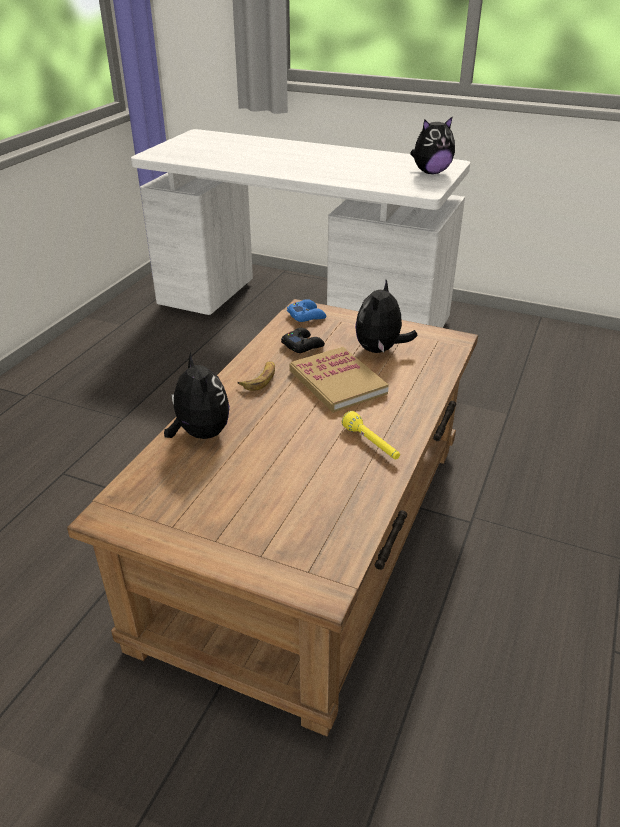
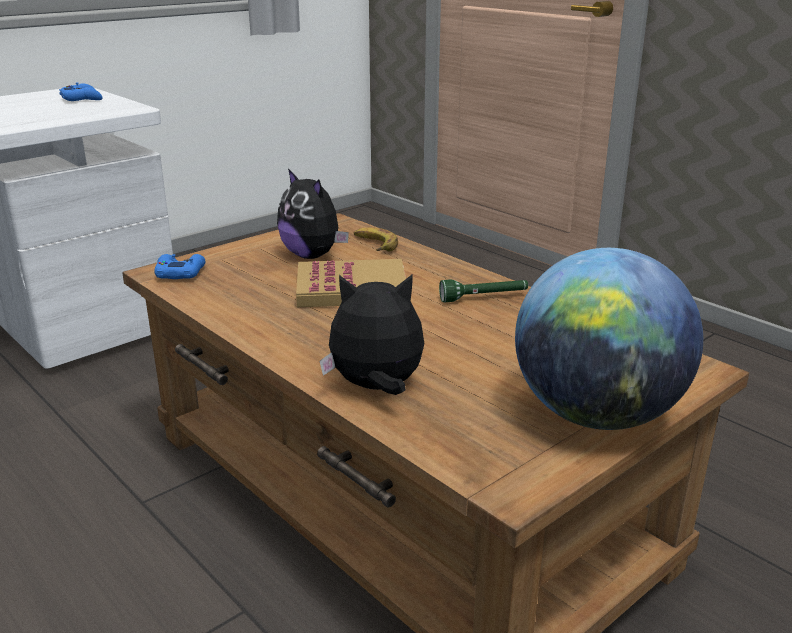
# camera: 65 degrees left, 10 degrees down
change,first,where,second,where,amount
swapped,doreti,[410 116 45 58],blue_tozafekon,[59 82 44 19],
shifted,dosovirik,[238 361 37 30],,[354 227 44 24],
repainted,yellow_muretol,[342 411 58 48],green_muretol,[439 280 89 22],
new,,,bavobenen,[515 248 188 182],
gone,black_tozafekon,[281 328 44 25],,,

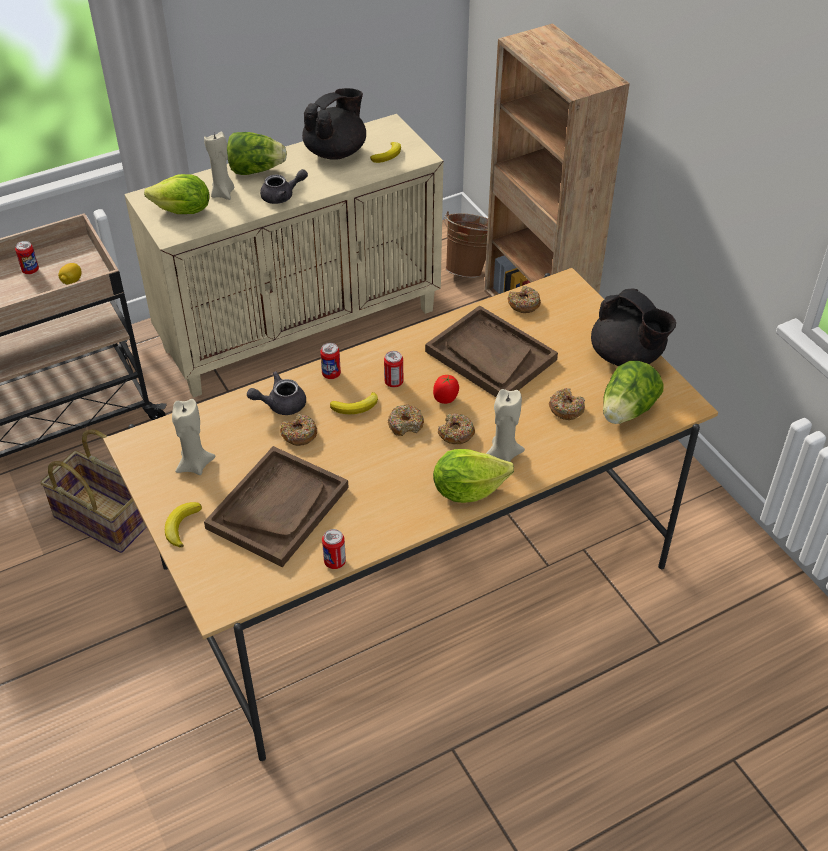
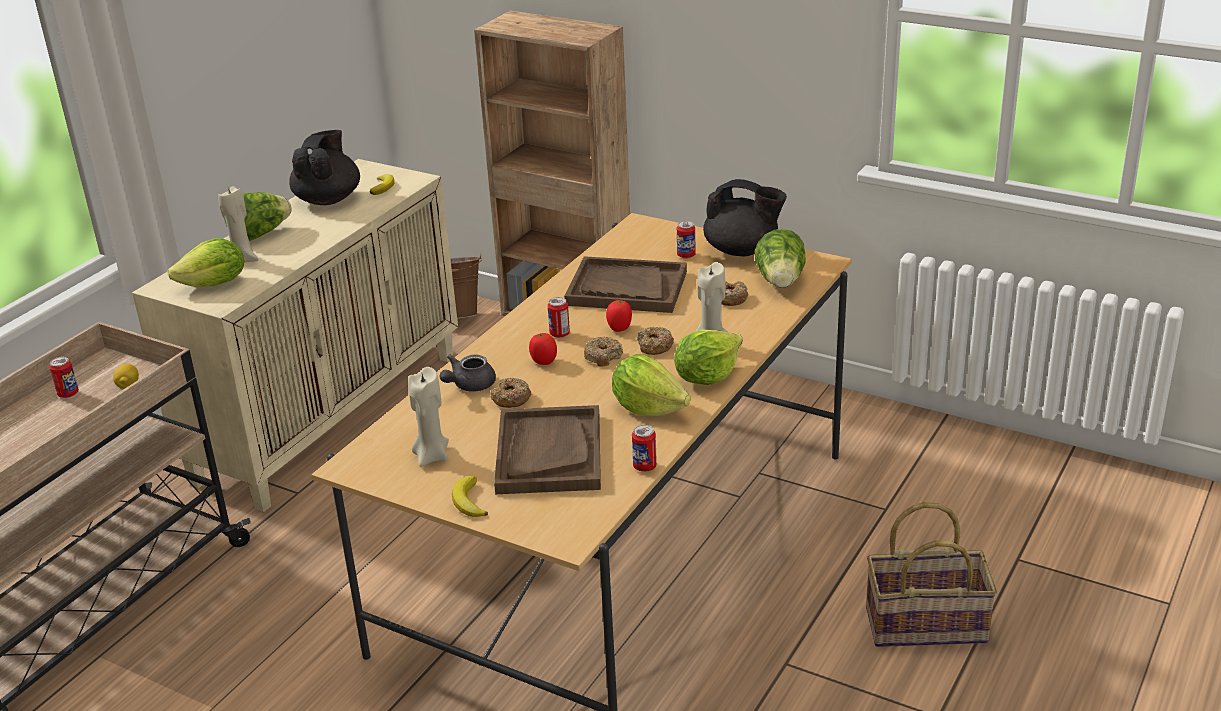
# camera: 30 degrees left, 15 degrees down
change,first,where,second,where,amount
swapped,dosovirik,[330 392 48 22],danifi,[529 333 28 32],
new,,,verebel,[612 354 79 62],
shifted,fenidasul,[320 343 21 36],,[677 221 19 38],
shifted,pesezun,[40 429 107 124],,[866 502 131 145],
gone,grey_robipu,[260 169 48 35],,,
gone,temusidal,[508 286 33 27],,,

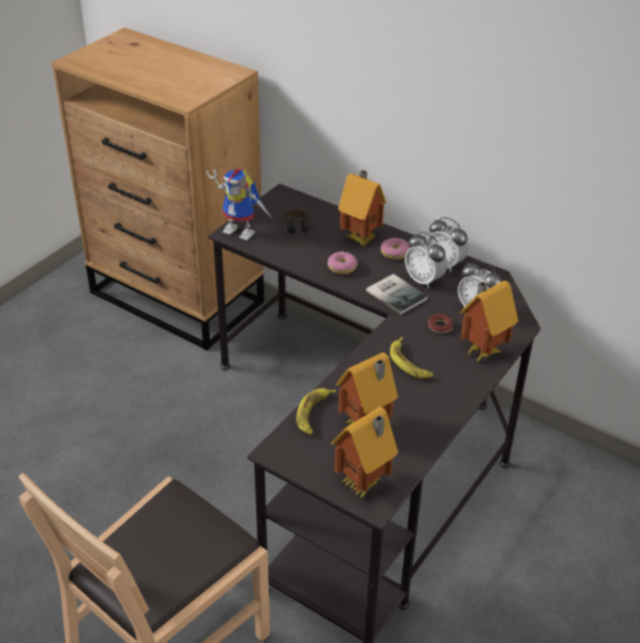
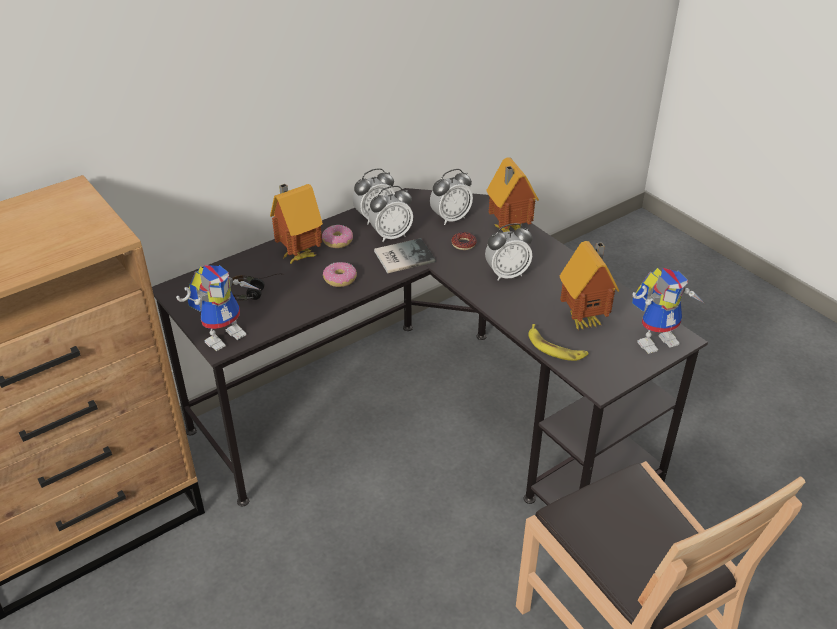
# camera: 70 degrees left, 0 degrees up
change,first,where,second,where,amount
swapped,dosovirik,[390 337 43 42],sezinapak,[485 223 48 58],
swapped,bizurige,[331 407 67 91],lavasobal,[632 268 73 86],

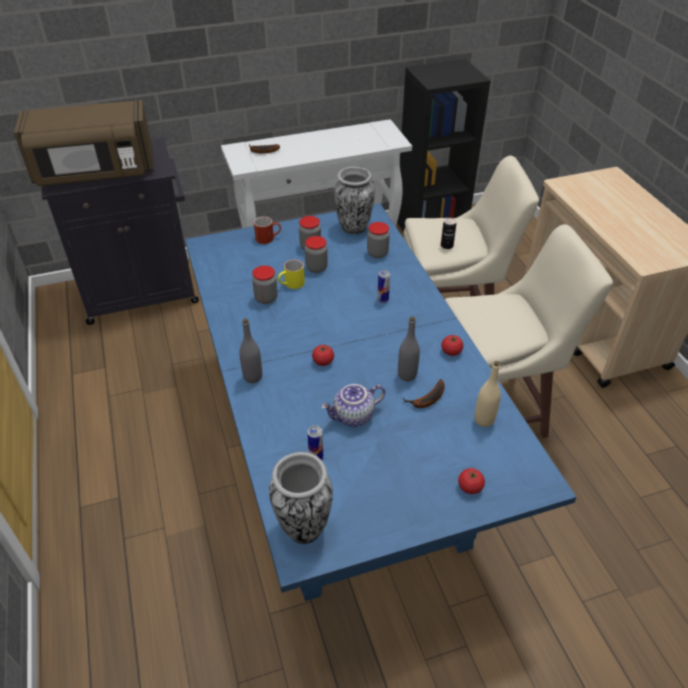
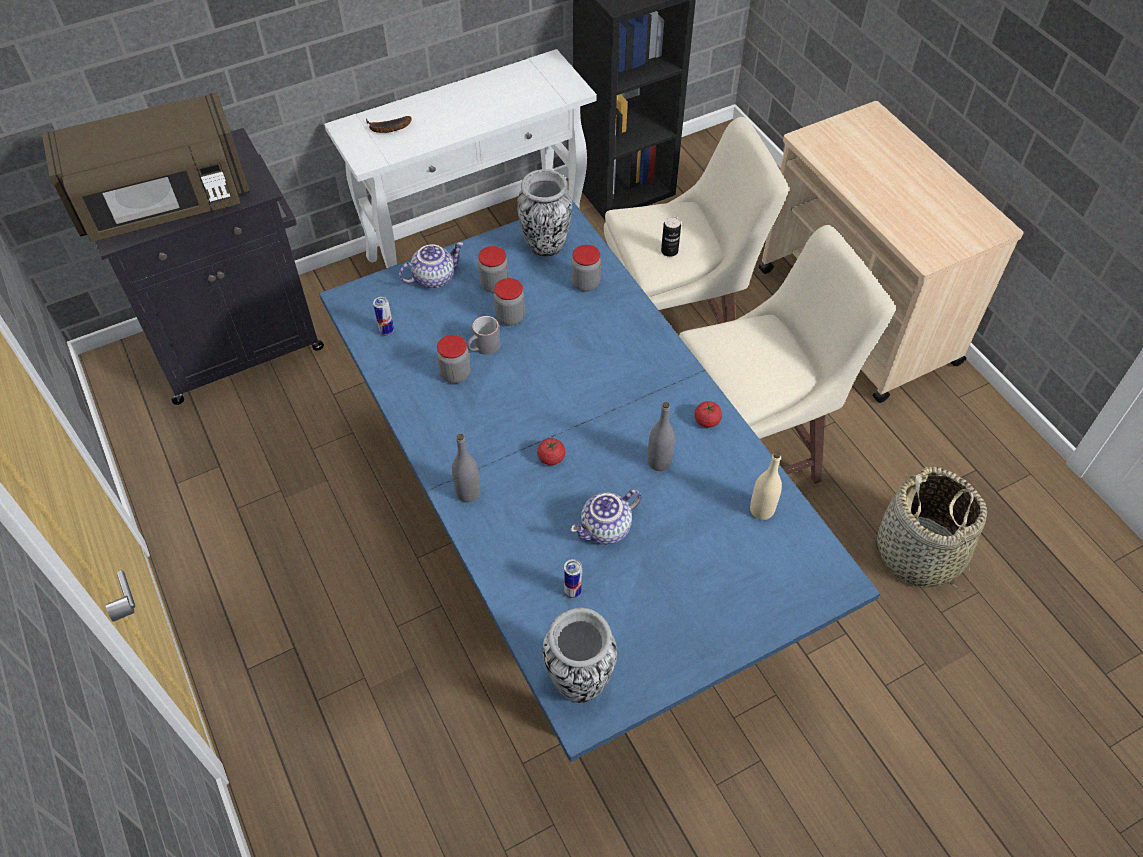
# camera: 10 degrees left, 10 degrees up
change,first,where,second,where,amount
shifted,fenidasul,[377 270 13 33],,[373 297 21 39],
swapped,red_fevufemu,[254 217 27 27],robipu,[399 242 65 46],
repainted,yellow_fevufemu,[278 259 27 30],grey_fevufemu,[467 316 33 39],
new,,,pesezun,[876 466 111 126],
gone,dosovirik,[403 379 42 29],,,
gone,danifi,[458 468 27 26],,,

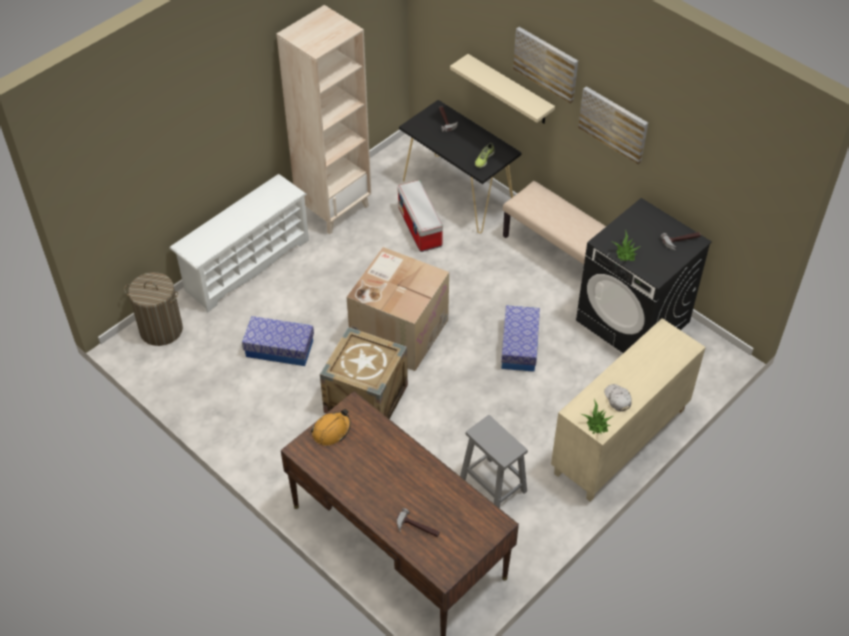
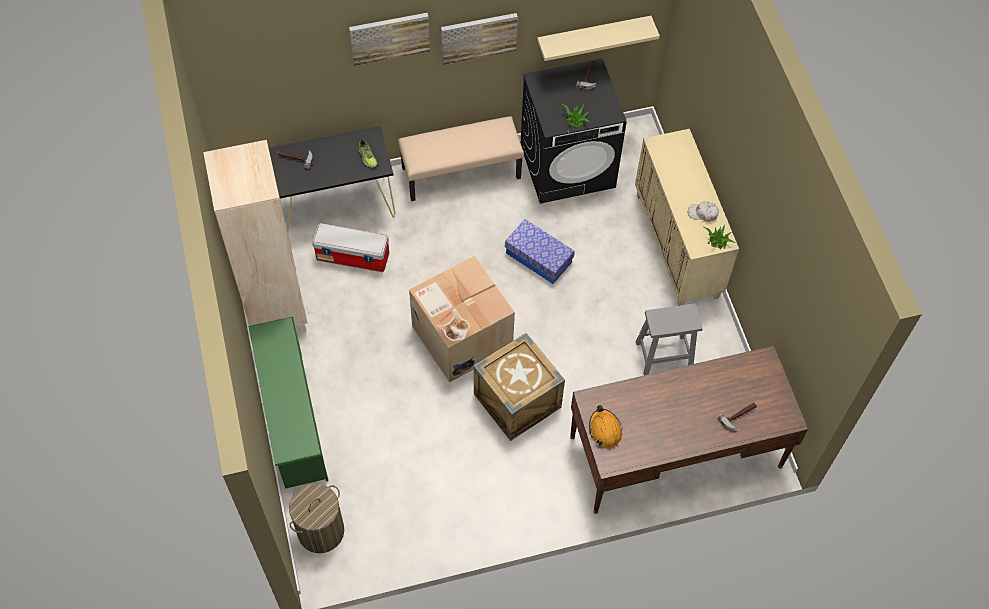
# camera: 60 degrees left, 10 degrees up
change,first,where,second,where,amount
repainted,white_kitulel,[169 174 140 138],green_kitulel,[249 317 79 172],
shifted,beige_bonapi,[450 54 105 69],,[537 16 123 45],
gone,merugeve,[242 316 72 50],,,

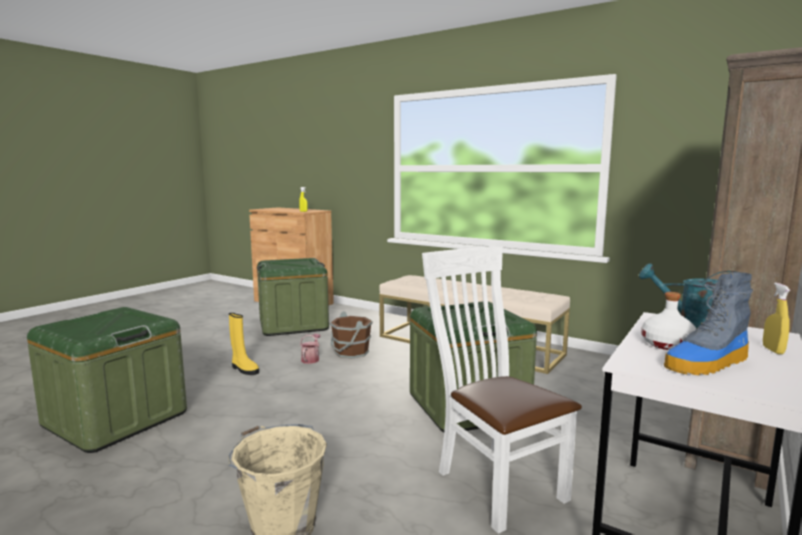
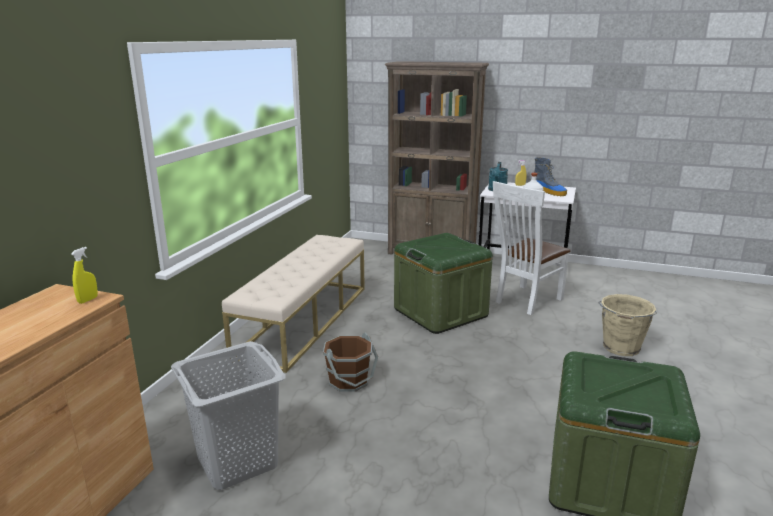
# camera: 105 degrees left, 10 degrees up
change,first,where,second,where,amount
swapped,green_merugeve,[257 258 72 78],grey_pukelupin,[171 341 115 149],
gone,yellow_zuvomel,[229 313 30 62],,,
gone,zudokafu,[300 334 21 30],,,

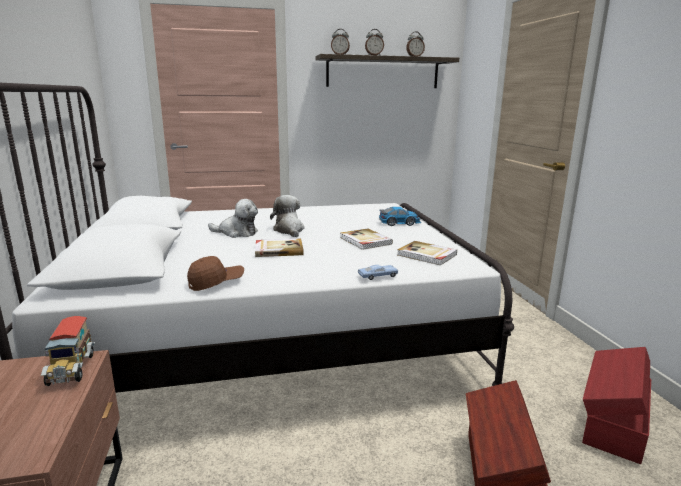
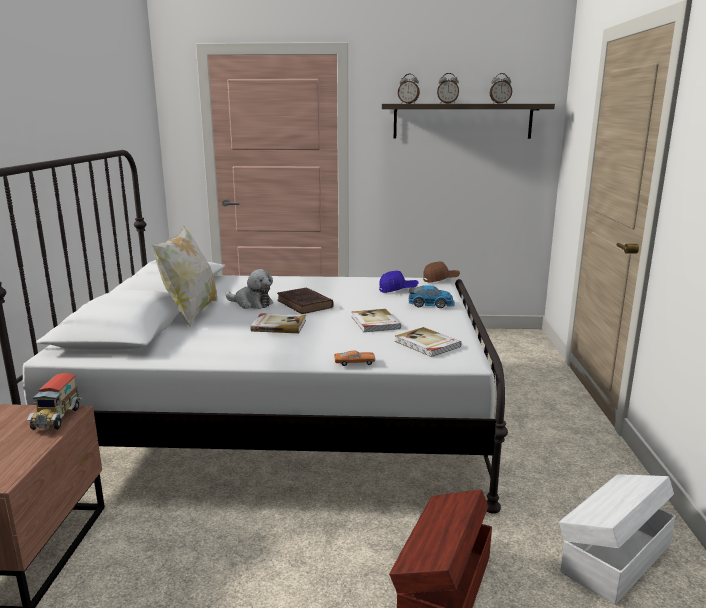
# camera: 15 degrees right, 0 degrees up
change,first,where,second,where,amount
new,,,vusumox,[151 226 66 101],
swapped,doreti,[270 195 35 42],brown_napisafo,[277 287 57 27],
repainted,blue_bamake,[358 265 40 15],orange_bamake,[334 351 42 15],
new,,,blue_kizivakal,[379 271 39 22],
shifted,brown_kizivakal,[187 256 57 35],,[423 261 37 22],
repainted,red_merugeve,[582 347 69 117],white_merugeve,[559 474 117 131],

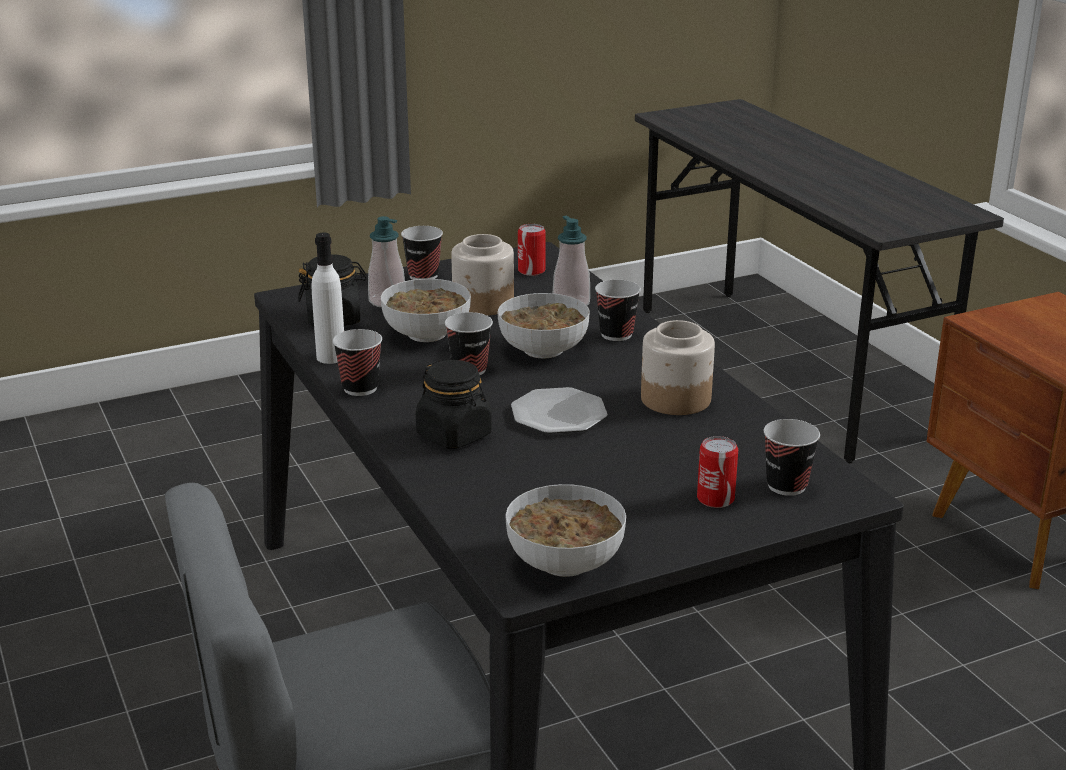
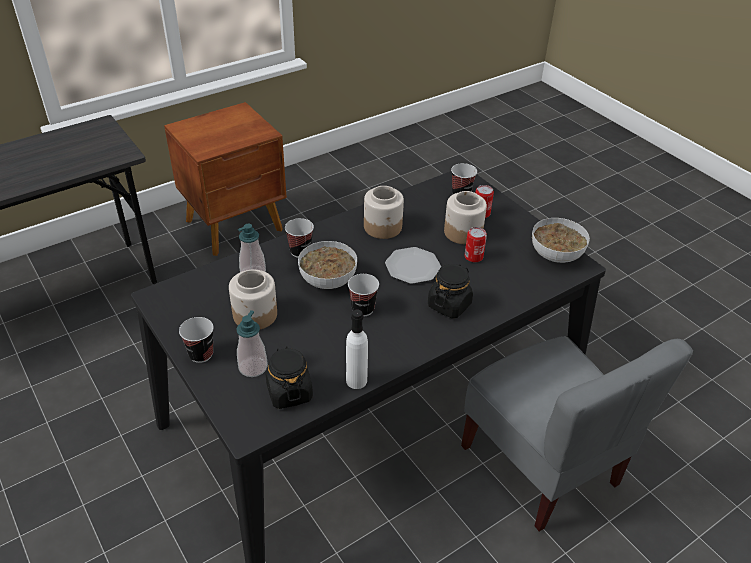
# camera: 100 degrees left, 15 degrees up
change,first,where,second,where,amount
new,,,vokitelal,[444 191 43 53],
shifted,fenidasul,[518 224 28 52],,[464 227 23 35],
gone,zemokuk,[333 329 49 67],,,
gone,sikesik,[381 279 90 63],,,

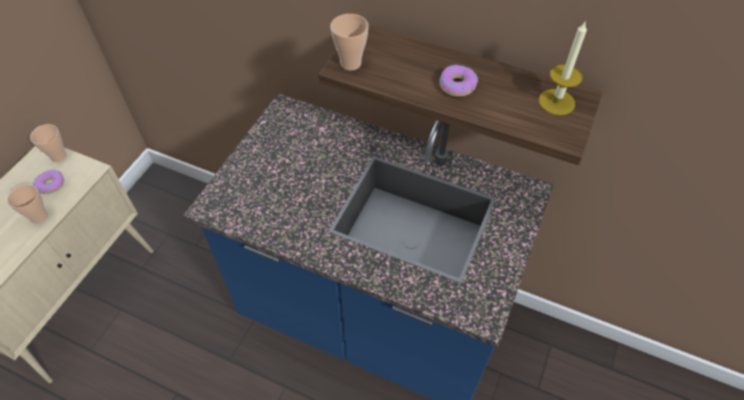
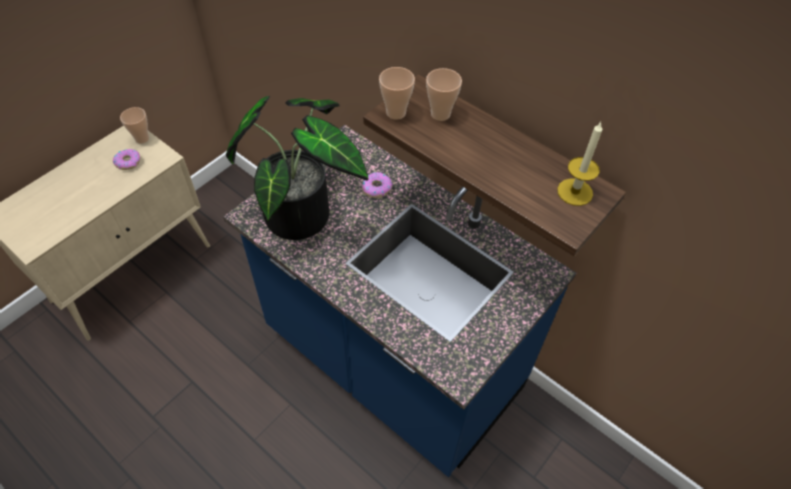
# camera: 15 degrees right, 0 degrees up
change,first,where,second,where,amount
new,,,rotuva,[226 96 142 144],
shifted,temusidal,[439 65 39 32],,[362 172 31 26],
shifted,zemokuk,[7 184 41 40],,[426 68 36 53],

